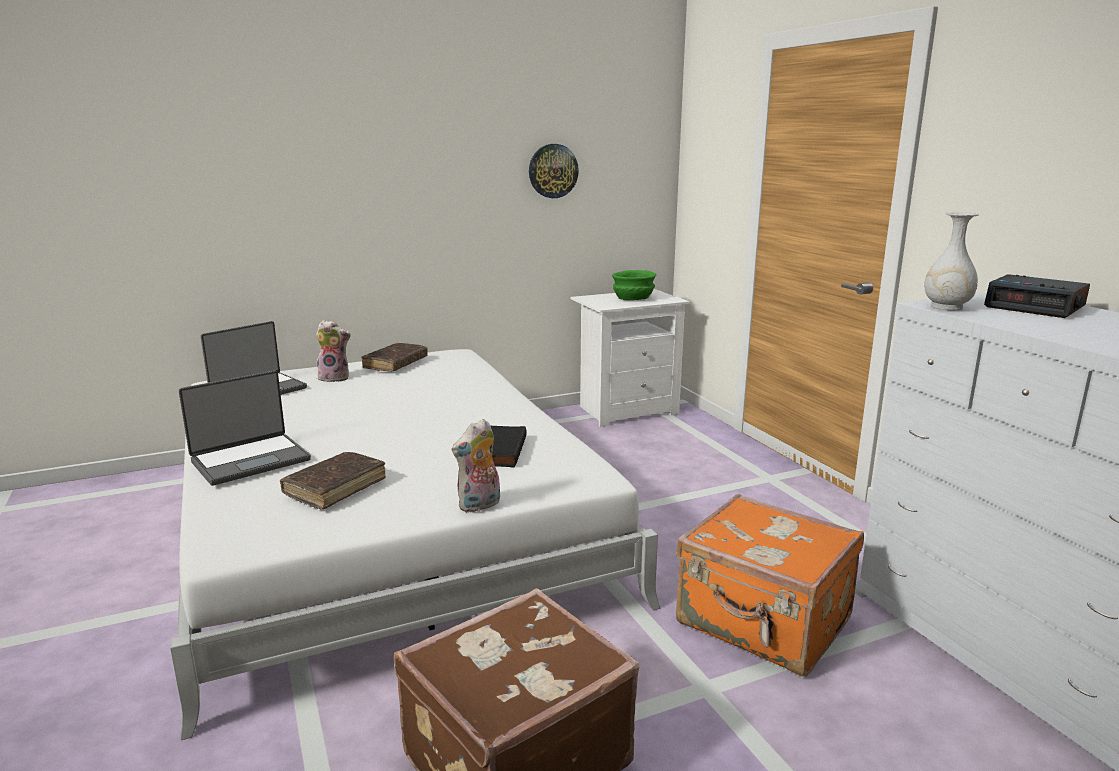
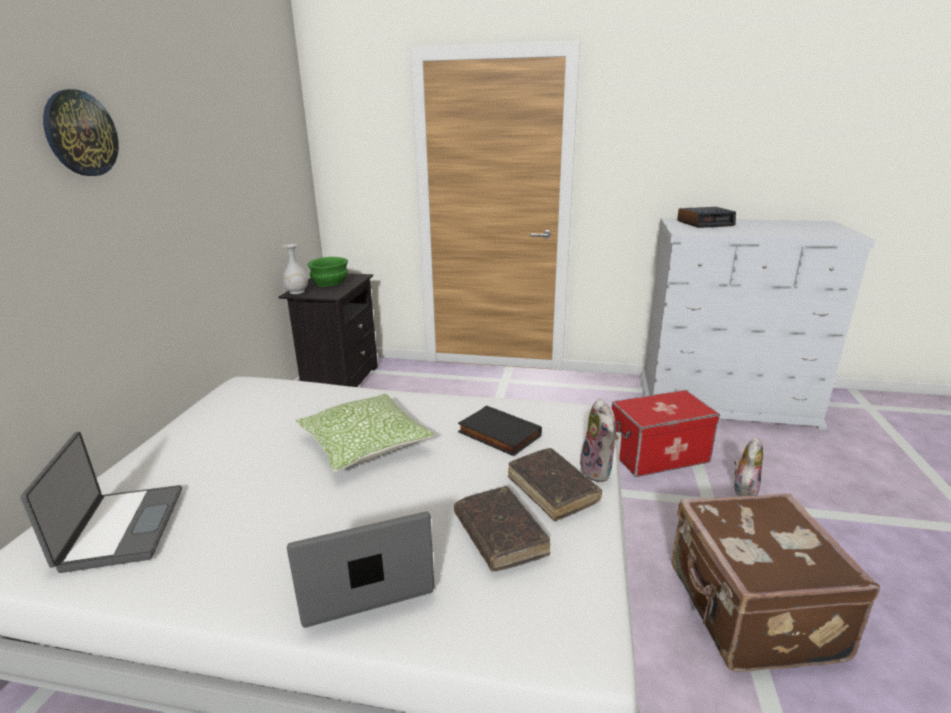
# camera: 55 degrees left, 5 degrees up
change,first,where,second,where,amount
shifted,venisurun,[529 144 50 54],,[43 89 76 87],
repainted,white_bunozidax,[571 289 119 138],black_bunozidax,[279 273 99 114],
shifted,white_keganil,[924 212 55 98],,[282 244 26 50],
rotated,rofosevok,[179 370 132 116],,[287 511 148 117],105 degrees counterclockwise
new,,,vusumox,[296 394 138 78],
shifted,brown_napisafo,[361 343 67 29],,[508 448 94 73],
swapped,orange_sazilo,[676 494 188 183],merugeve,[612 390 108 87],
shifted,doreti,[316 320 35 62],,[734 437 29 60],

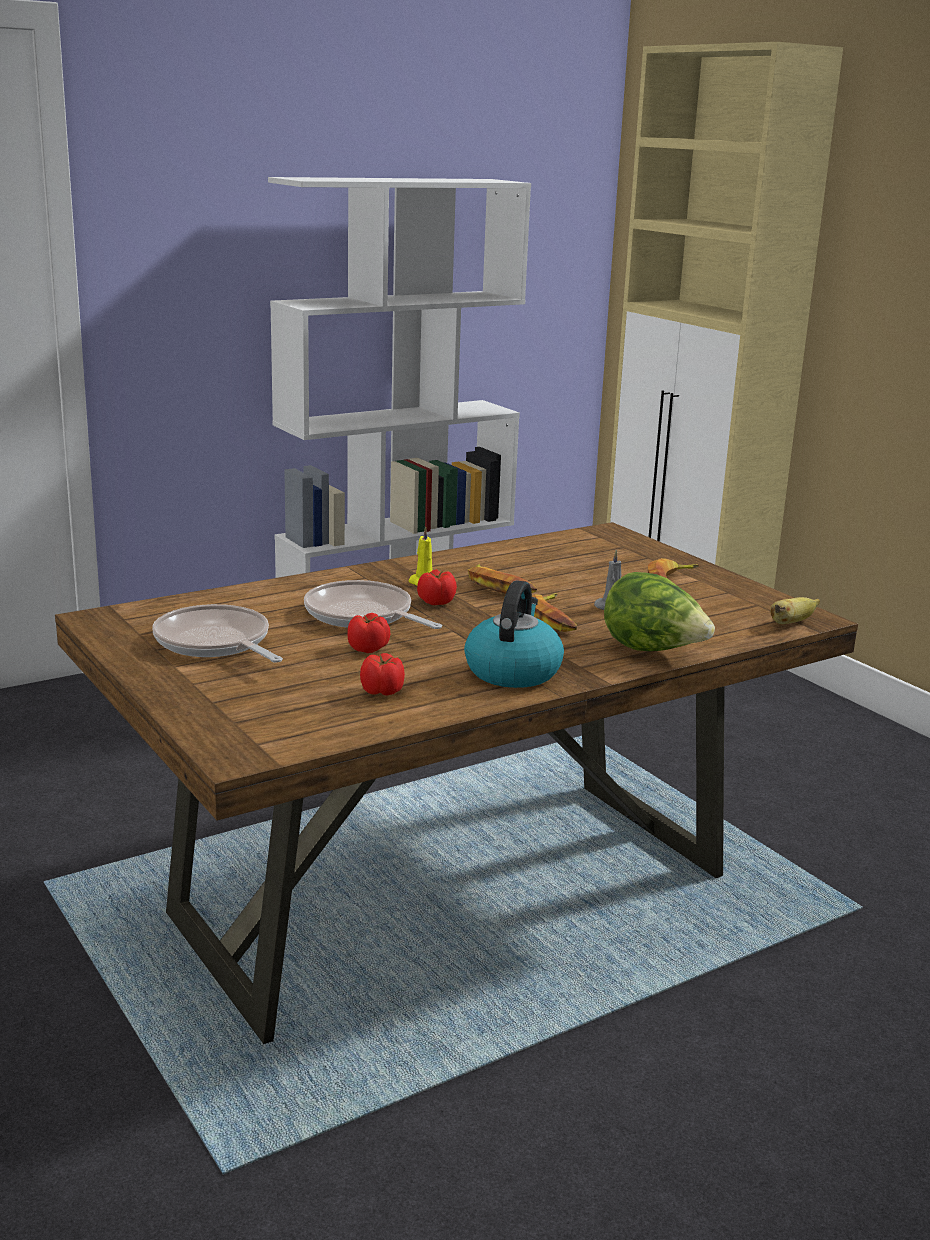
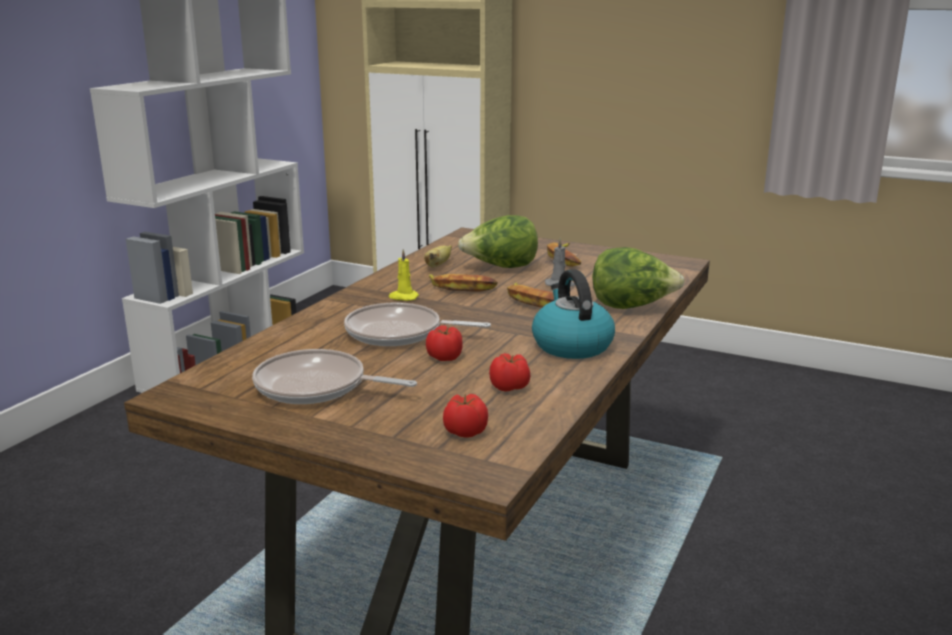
# camera: 30 degrees left, 0 degrees up
change,first,where,second,where,amount
shifted,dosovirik,[770 597 50 27],,[424 245 28 23],
shifted,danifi,[417 569 40 36],,[443 393 45 45],
new,,,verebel,[458 215 80 53],

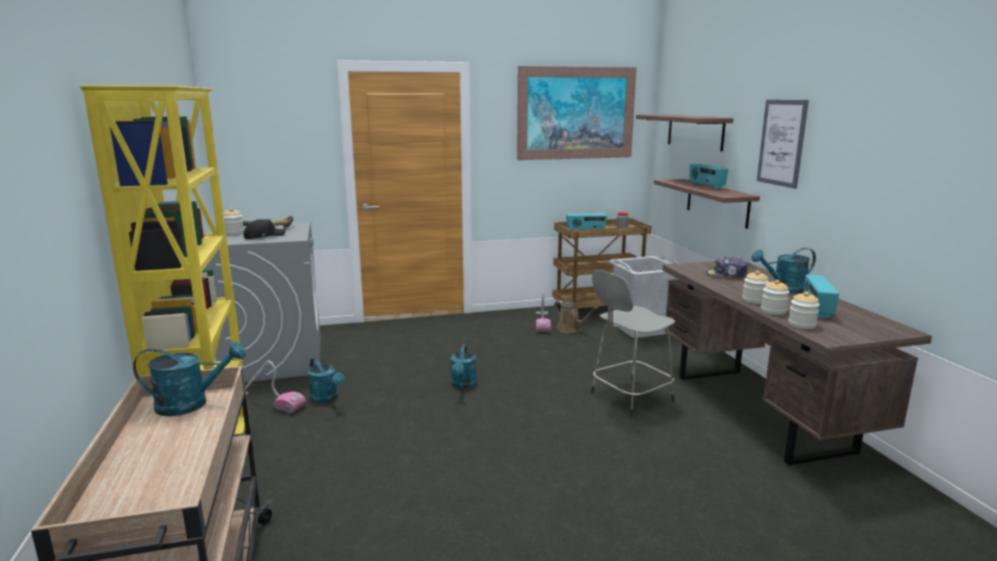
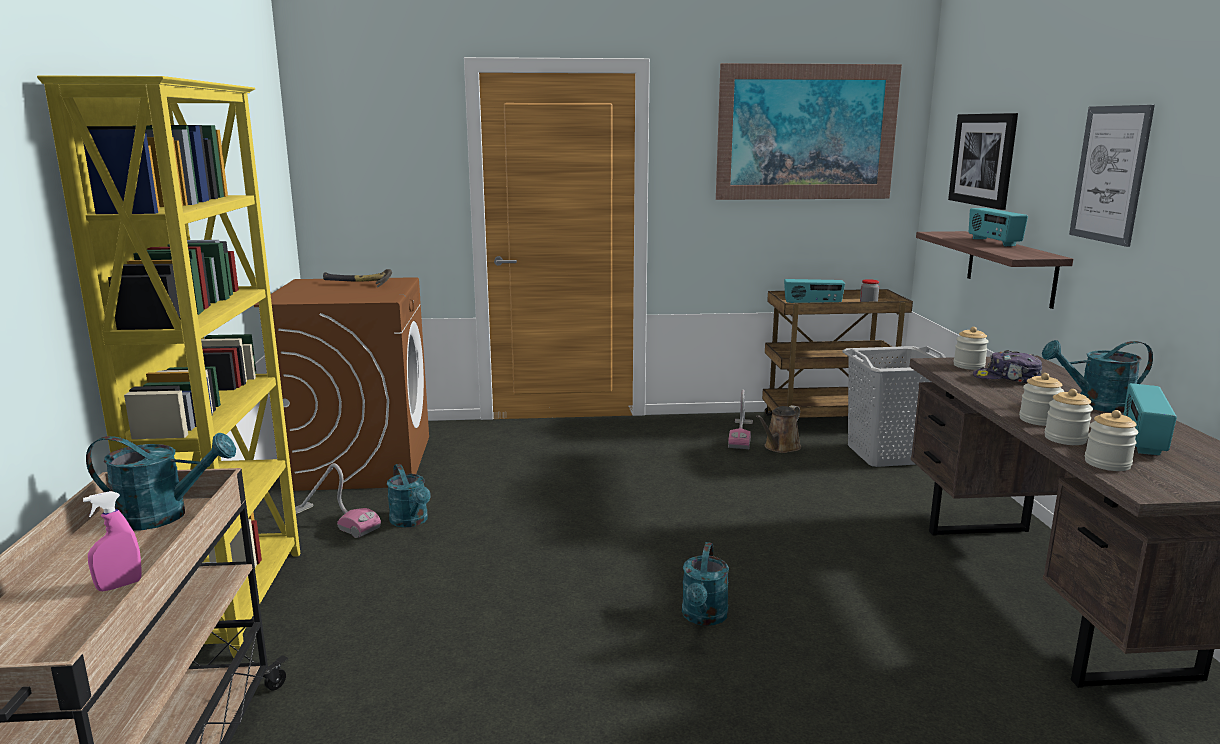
# camera: 10 degrees right, 0 degrees up
change,first,where,second,where,amount
new,,,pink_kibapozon,[83 491 59 100],
repainted,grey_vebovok,[205 221 116 161],brown_vebovok,[254 277 175 214],
shifted,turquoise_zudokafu,[450 344 27 45],,[682 542 47 84],
rotated,brown_zudokafu,[554 301 44 32],,[756 405 45 48],75 degrees clockwise
swapped,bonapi,[636 115 97 37],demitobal,[948 113 70 97],
shifted,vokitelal,[224 208 20 27],,[954 327 35 43],
gone,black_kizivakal,[244 219 42 20],,,
gone,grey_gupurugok,[591 270 84 147],,,

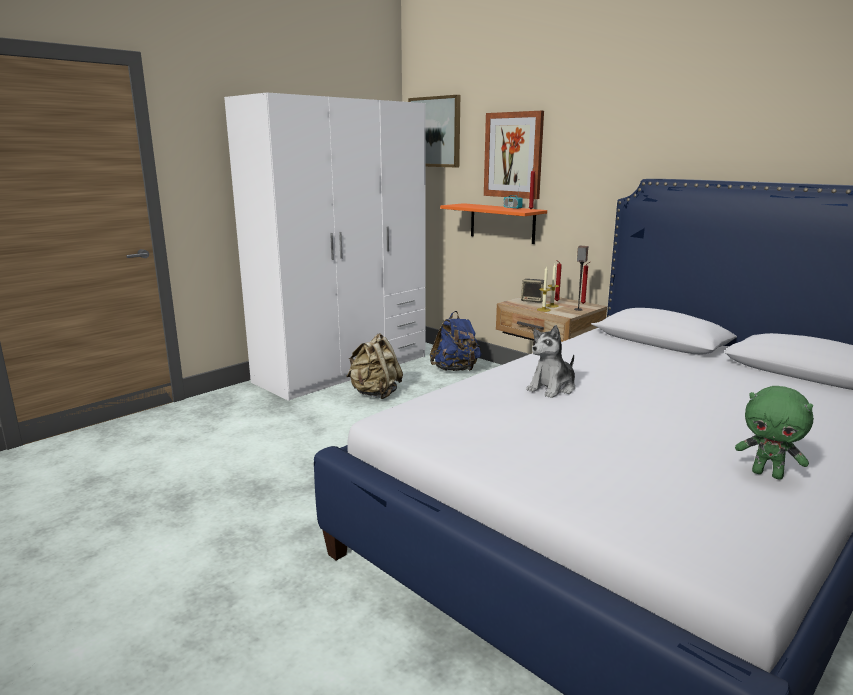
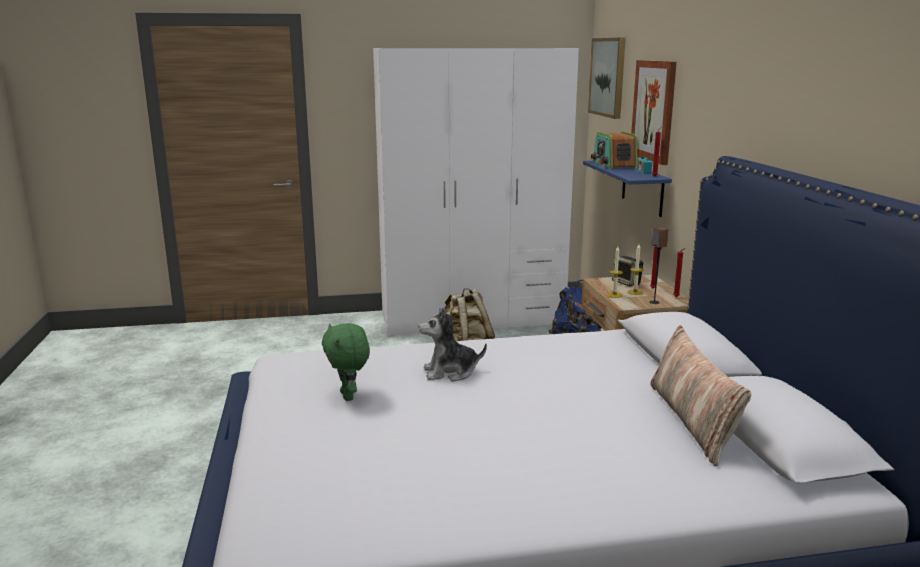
# camera: 35 degrees right, 0 degrees up
change,first,where,second,where,amount
shifted,green_doreti,[735 386 79 94],,[322 323 48 78],
repainted,orange_bonapi,[440 203 107 41],blue_bonapi,[583 161 89 56],
new,,,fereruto,[591 131 47 38],
new,,,vusumox,[650 325 101 141],

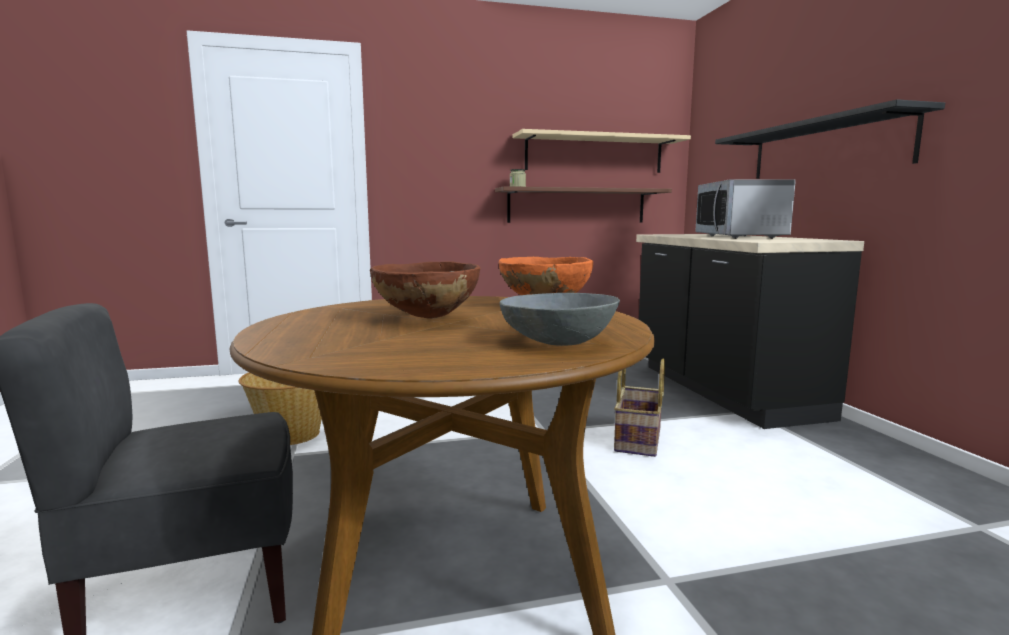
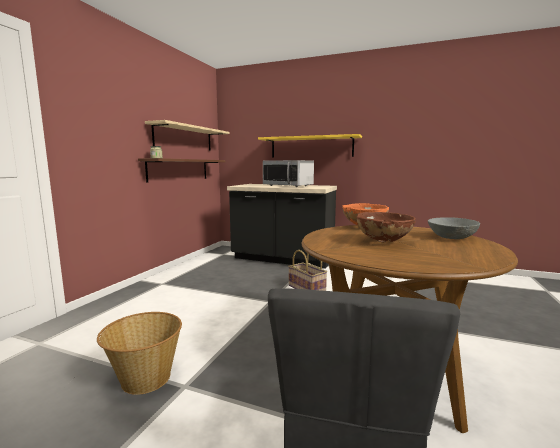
# camera: 55 degrees left, 0 degrees up
change,first,where,second,where,amount
repainted,black_bonapi,[715 99 230 80],yellow_bonapi,[258 134 104 23],

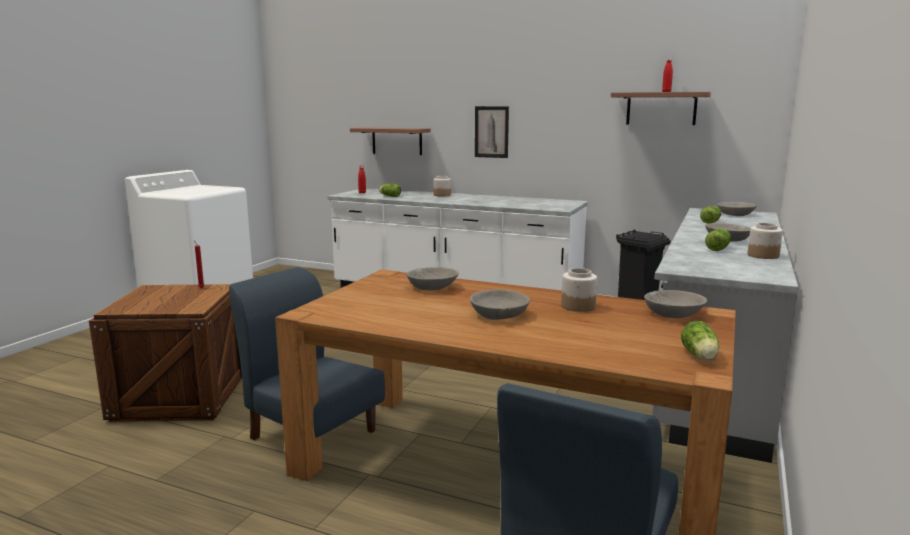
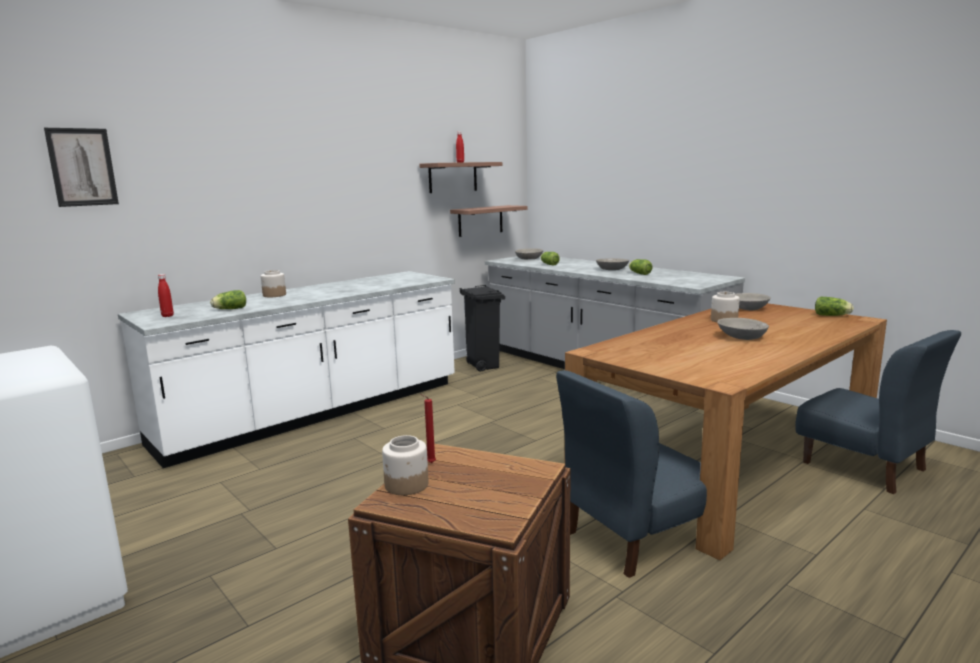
# camera: 65 degrees left, 0 degrees up
change,first,where,second,where,amount
shifted,demitobal,[475 106 34 52],,[44 128 75 79],
shifted,vokitelal,[748 223 35 36],,[382 435 47 60],
shifted,bonapi,[350 127 81 28],,[450 205 78 32],
gone,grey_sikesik,[407 267 52 24],,,

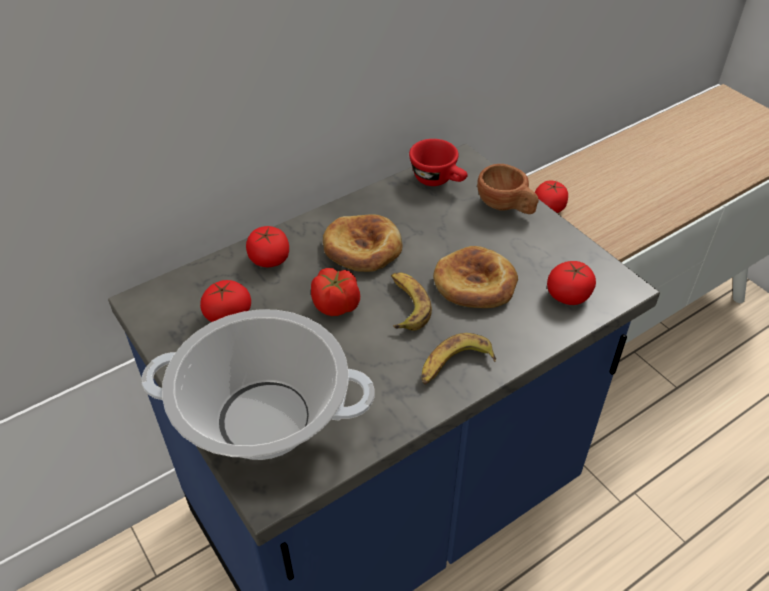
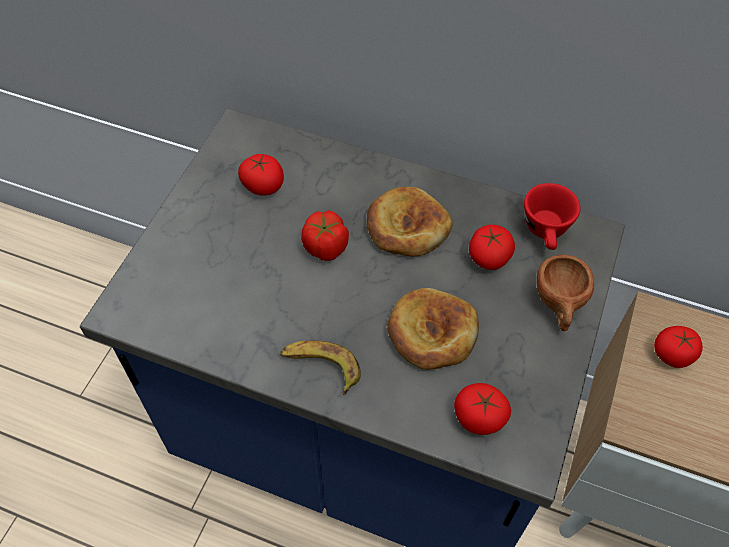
# camera: 55 degrees right, 10 degrees up
change,first,where,second,where,amount
shifted,danifi,[246 226 43 41],,[469 225 46 45],
gone,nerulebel,[142 309 233 151],,,
gone,dosovirik,[391 273 41 58],,,

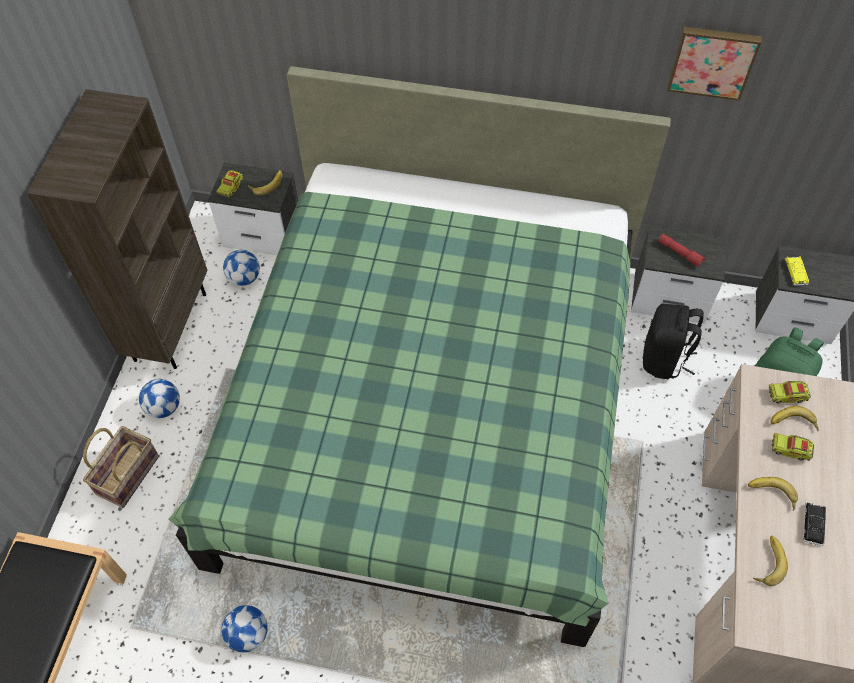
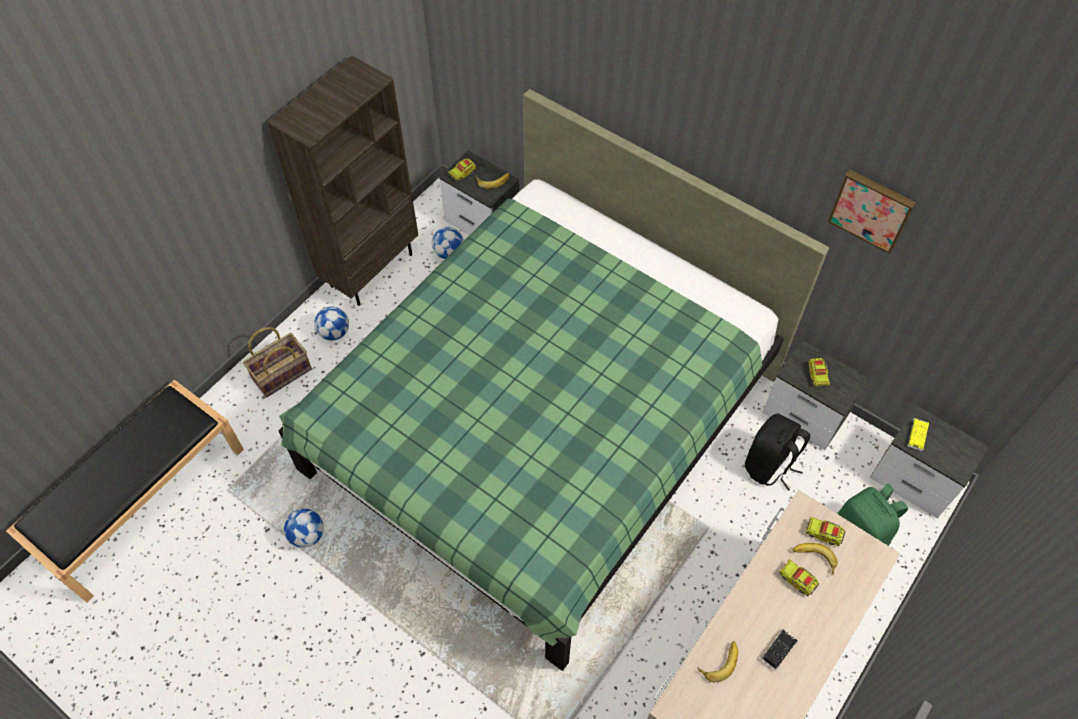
# camera: 25 degrees right, 0 degrees up
change,first,where,second,where,amount
swapped,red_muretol,[659 234 46 33],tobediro,[808 358 22 29],
gone,dosovirik,[748 477 50 34],,,

